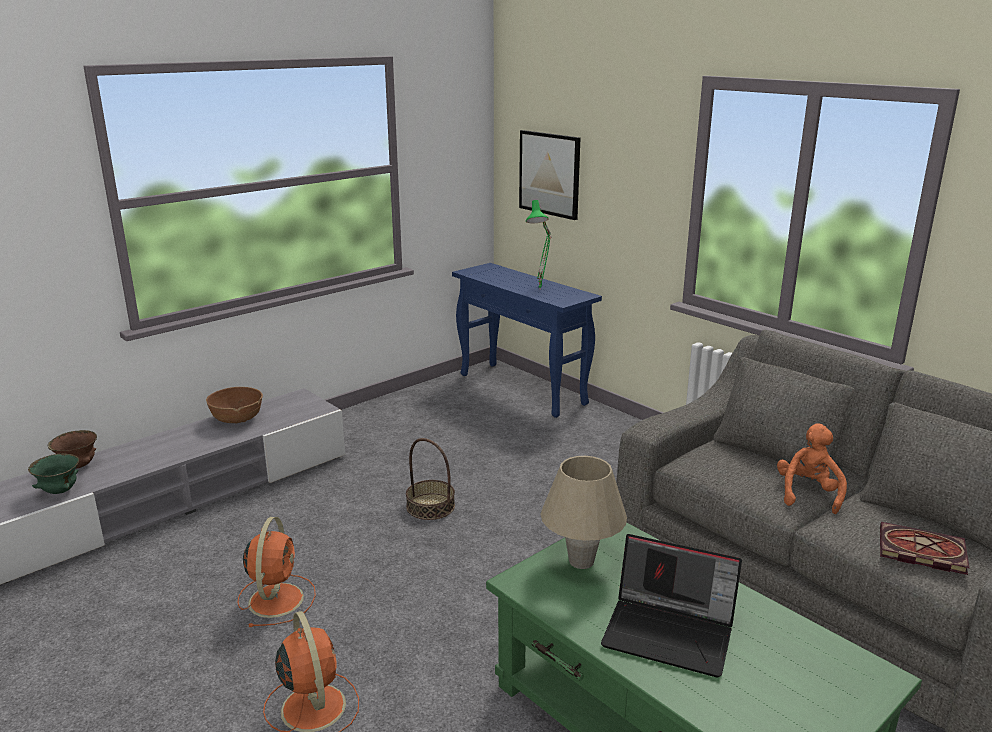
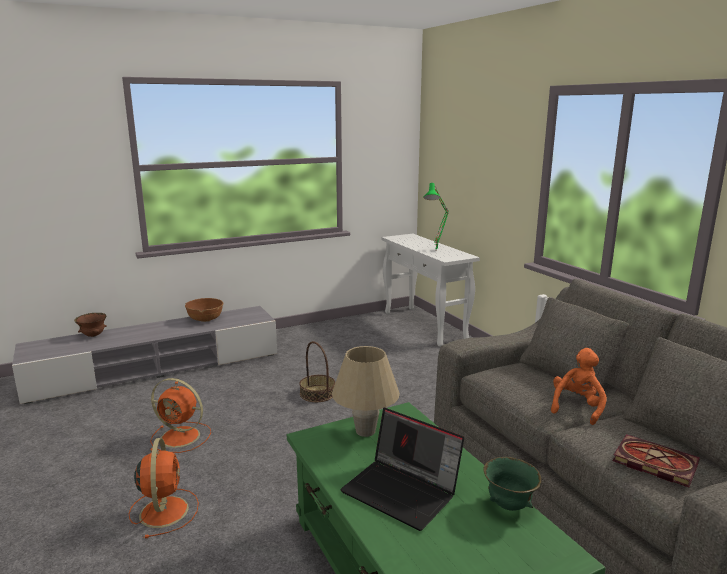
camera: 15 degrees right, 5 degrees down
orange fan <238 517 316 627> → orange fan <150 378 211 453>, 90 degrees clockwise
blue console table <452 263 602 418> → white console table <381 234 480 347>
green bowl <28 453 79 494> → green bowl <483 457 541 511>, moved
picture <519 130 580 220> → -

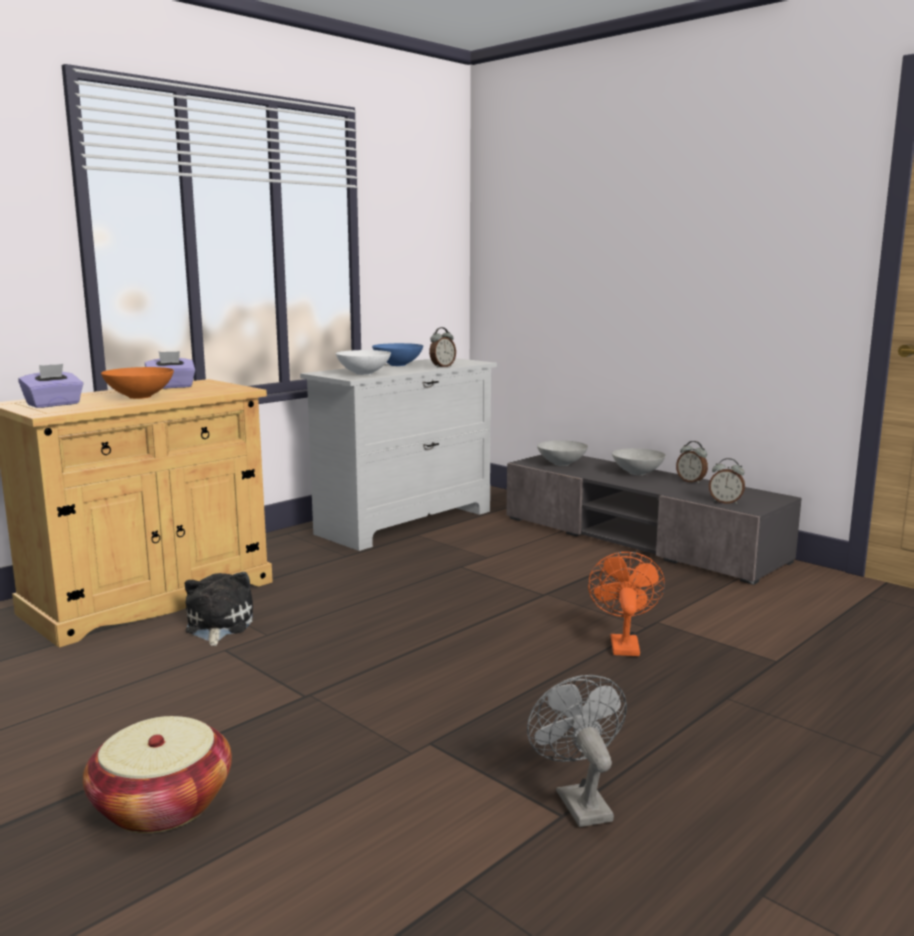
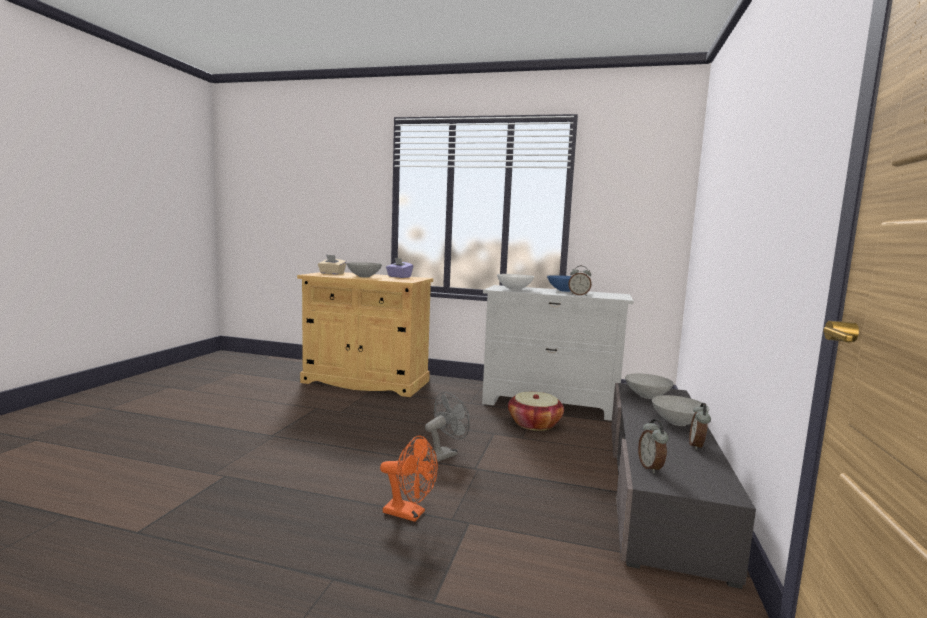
camera: 60 degrees right, 5 degrees down
purple tissue box <18 364 83 408> → beige tissue box <318 255 346 275>
orange bowl <101 367 174 399> → grey bowl <347 262 382 277>
orange fan <588 552 665 656> → orange fan <380 436 438 522>, 45 degrees clockwise
grey fan <527 675 627 827> → grey fan <425 392 469 462>, moved
basket <83 716 232 833> → basket <508 392 564 431>, moved
plush toy <185 572 253 646> → -

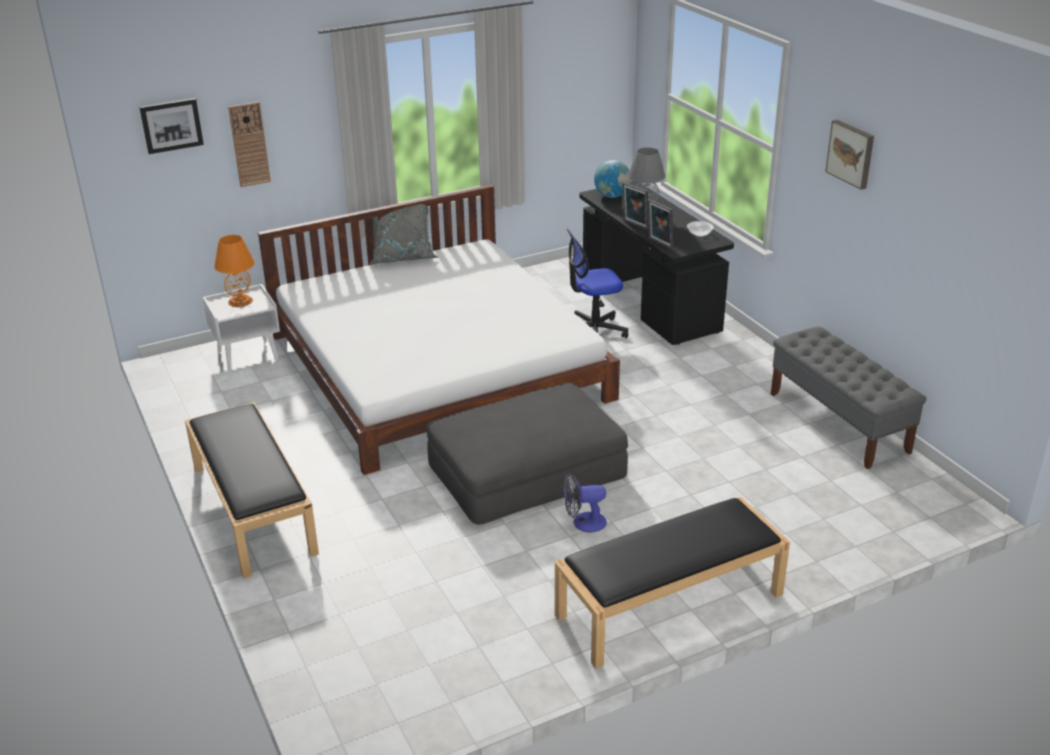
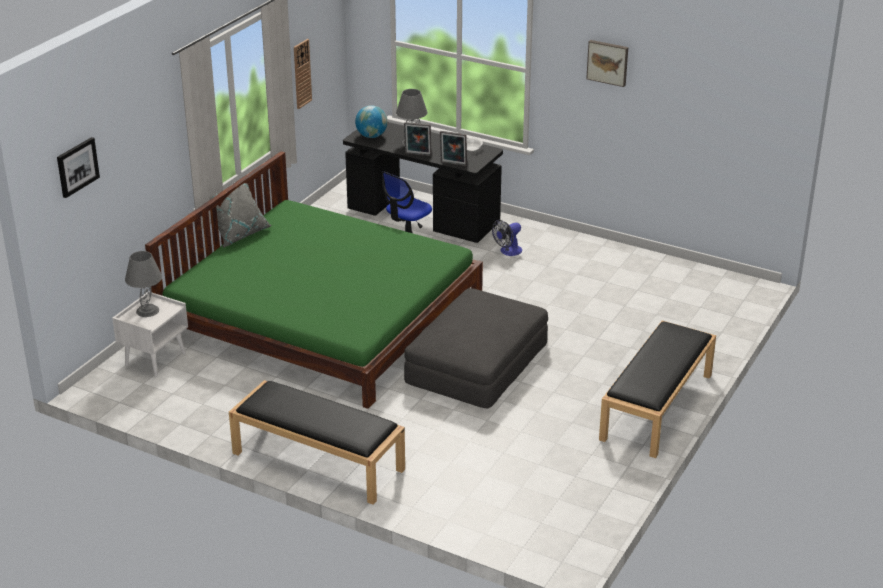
camera: 35 degrees left, 0 degrees up
orange table lamp <214 235 255 307> → grey table lamp <125 251 162 317>
white bed <258 184 620 475> → green bed <145 151 483 409>
wall clock <228 102 271 187> → wall clock <294 39 312 109>, moved
fan <564 473 607 533> → fan <492 220 522 256>, moved
grey bench <771 327 926 469> → -

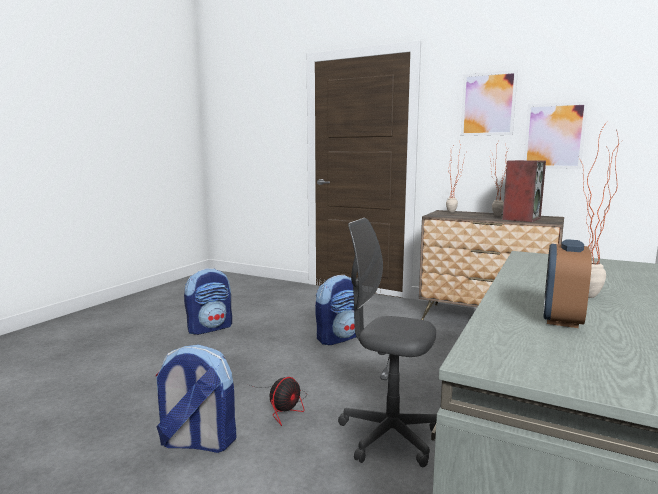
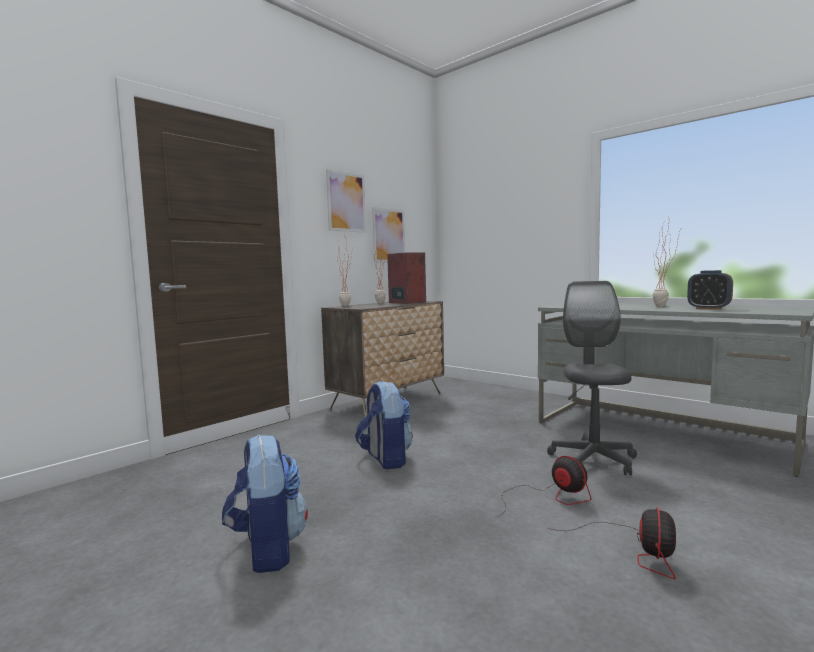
camera: 75 degrees left, 5 degrees down
grey office chair <338 218 437 467> → grey office chair <547 281 637 476>, 150 degrees clockwise
backpack <155 344 236 453> → fan <548 508 676 579>

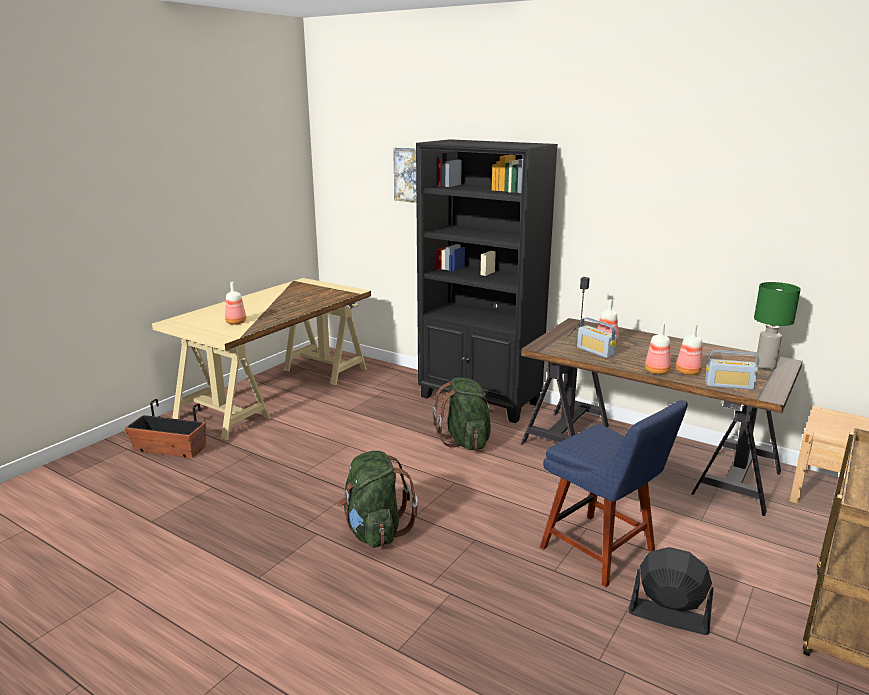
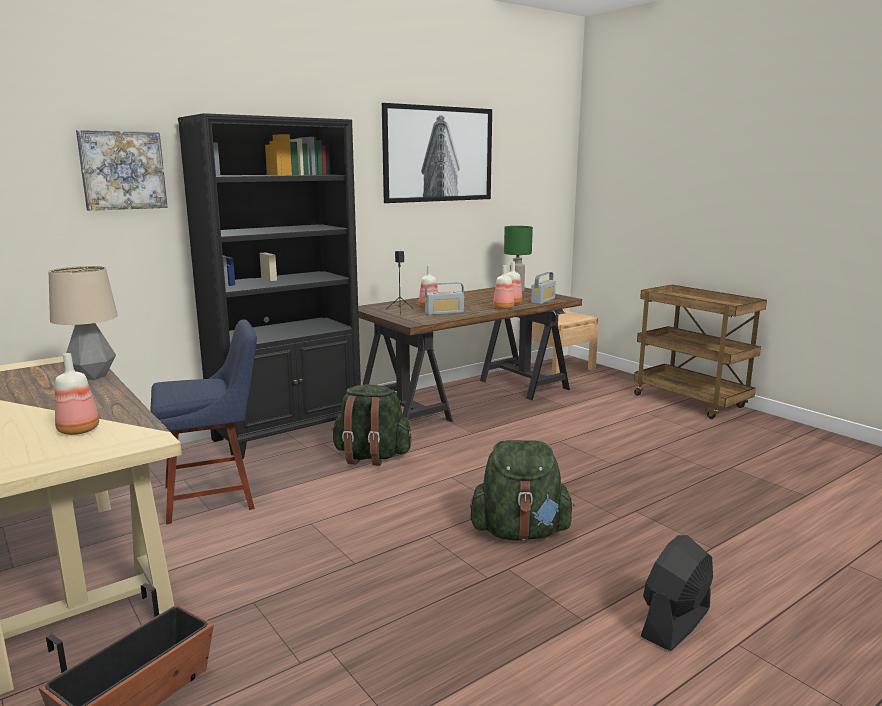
camera: 70 degrees left, 5 degrees down
- → table lamp <49 266 118 380>
blue chair <540 400 688 587> → blue chair <150 319 257 524>, moved
- → picture <382 103 492 203>
black fan <628 547 714 635> → black fan <641 535 713 651>, moved

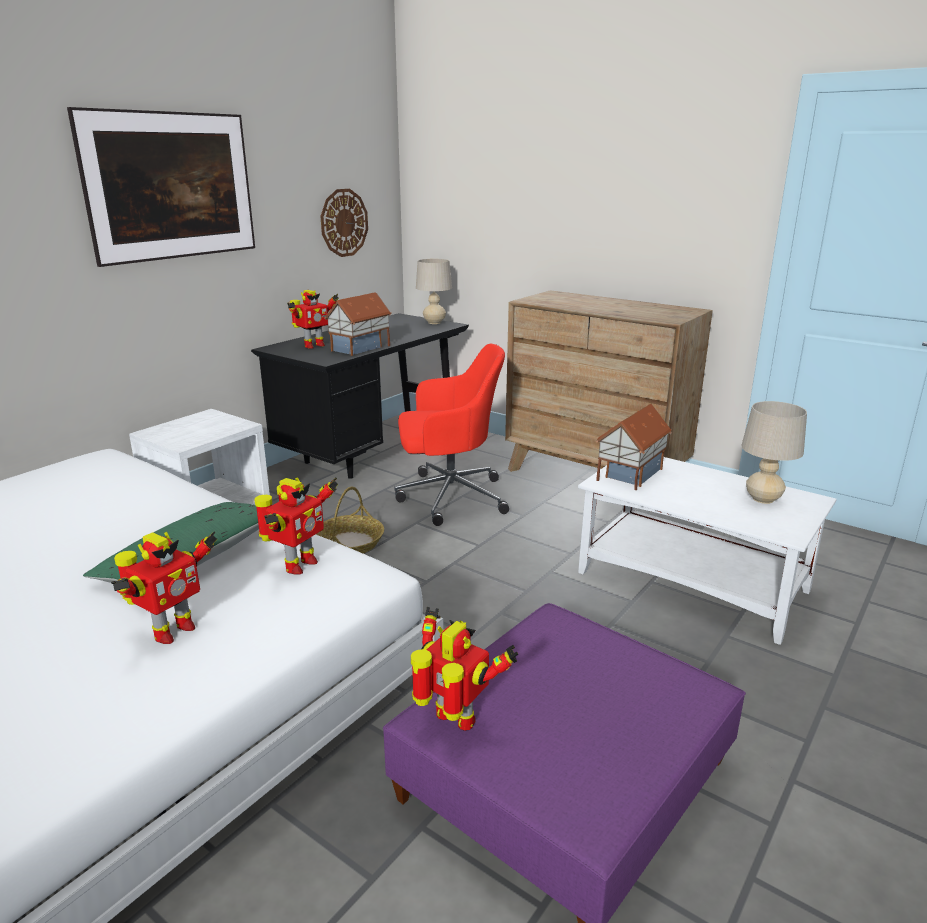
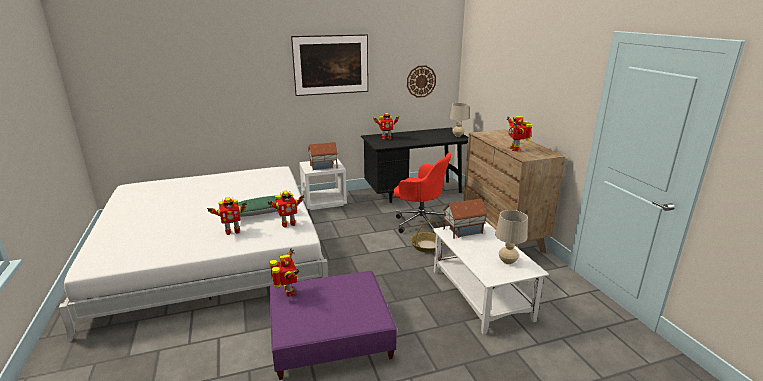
camera: 35 degrees right, 0 degrees up
toy house <325 292 392 356> → toy house <308 142 338 170>, moved
basket <316 487 384 554> → basket <410 220 444 253>, moved
- → toy robot <507 116 532 151>

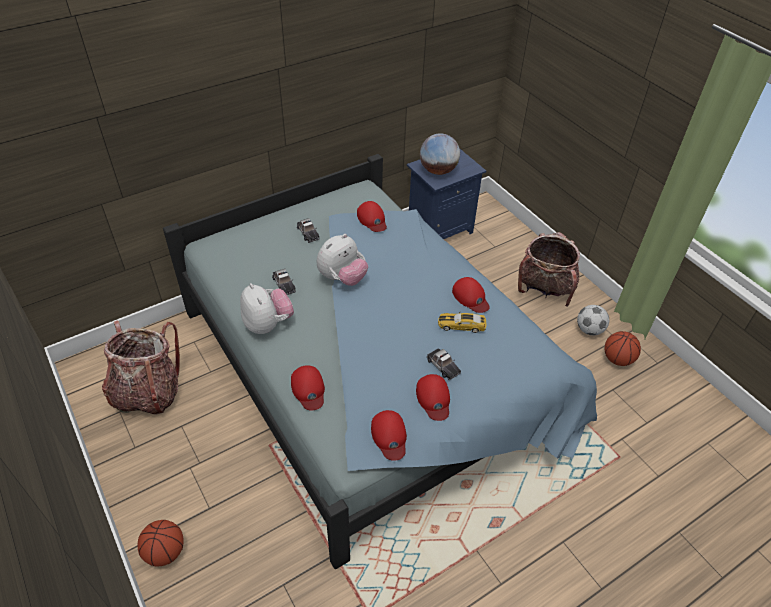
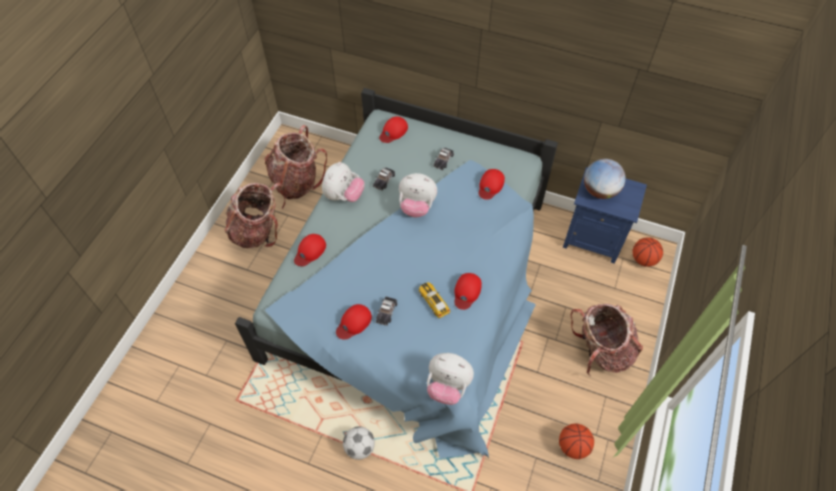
camera: 55 degrees right, 10 degrees up
- → backpack <225 182 286 248>
football <577 305 609 335> → football <343 426 375 460>, moved
red cap <371 410 407 461> → red cap <379 116 408 143>, moved
- → plush toy <427 353 474 405>
basketball <138 520 184 567> → basketball <632 237 663 267>, moved

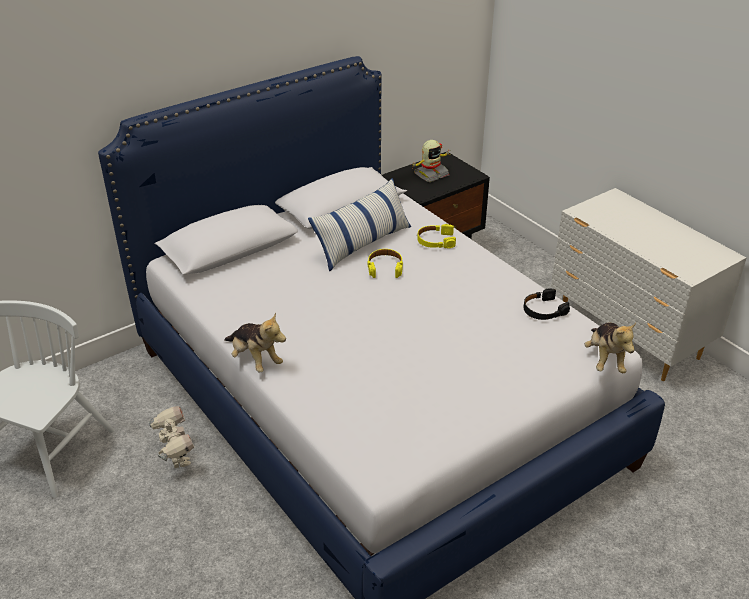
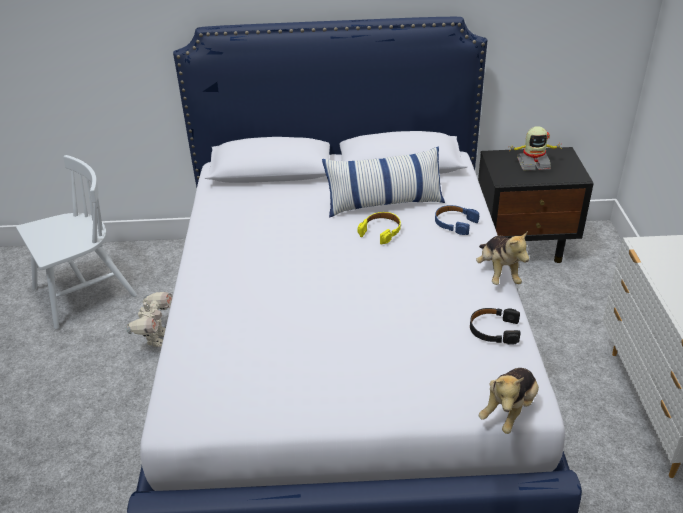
camera: 35 degrees right, 0 degrees up
yellow headphones <417 224 456 249> → blue headphones <435 205 479 235>
plush toy <224 312 286 372> → plush toy <476 231 529 285>, moved

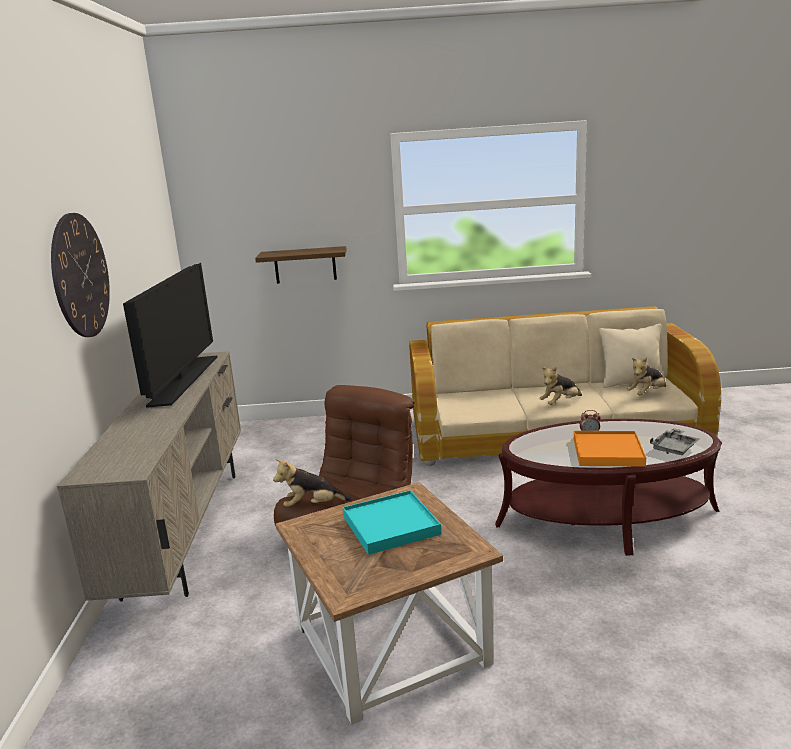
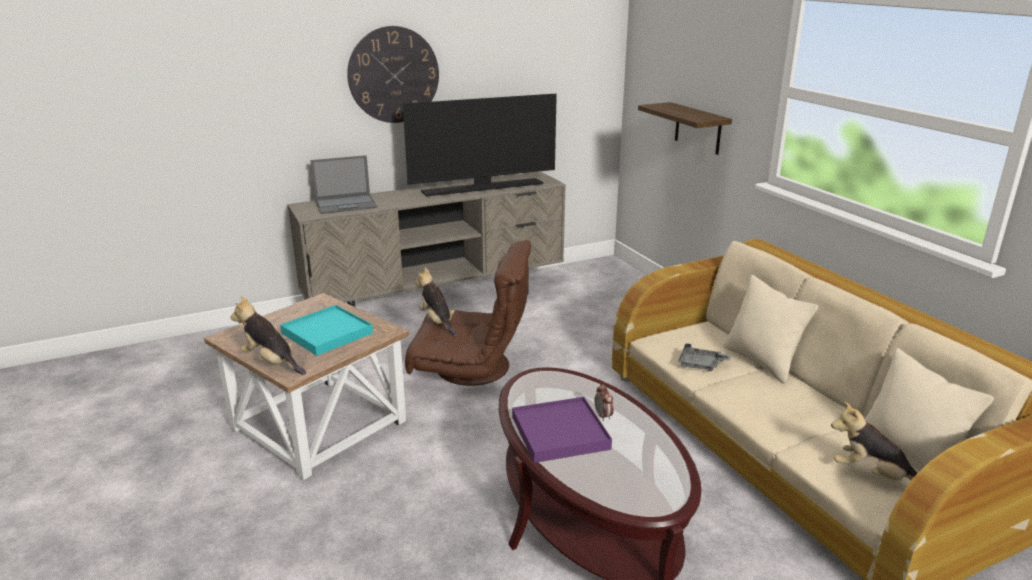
camera: 65 degrees right, 5 degrees up
plush toy <540 367 582 405> → plush toy <230 296 306 375>, moved
- → laptop <310 155 377 214>
orange tray <574 431 646 467> → purple tray <512 397 612 463>
grey tray <650 428 699 455> → grey tray <678 343 731 371>, moved
- → beige pillow <723 275 818 383>

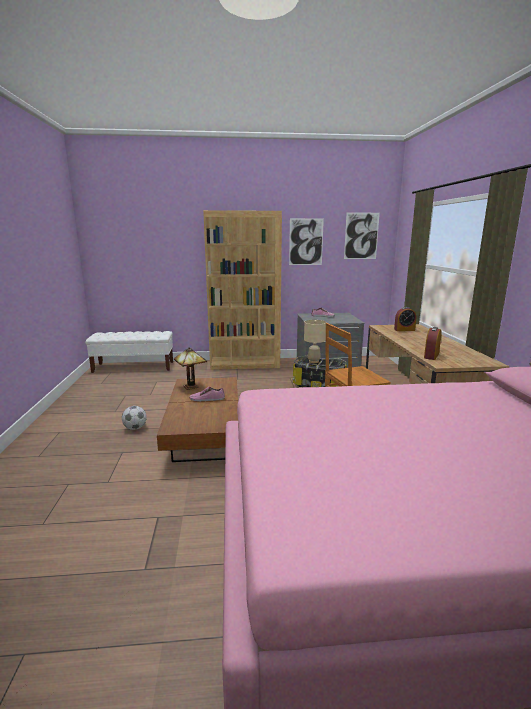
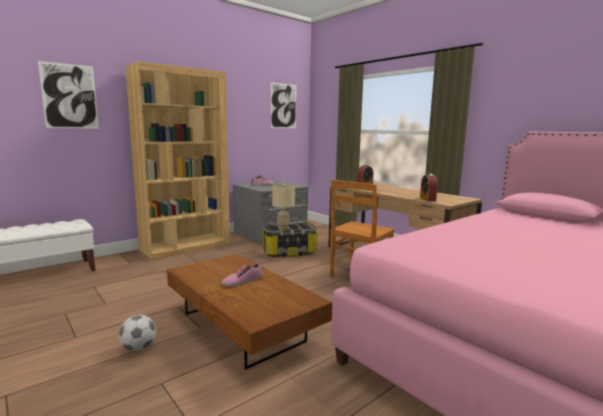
camera: 35 degrees left, 5 degrees down
picture <289 218 324 265> → picture <38 61 99 129>, moved
table lamp <174 347 207 390> → -

